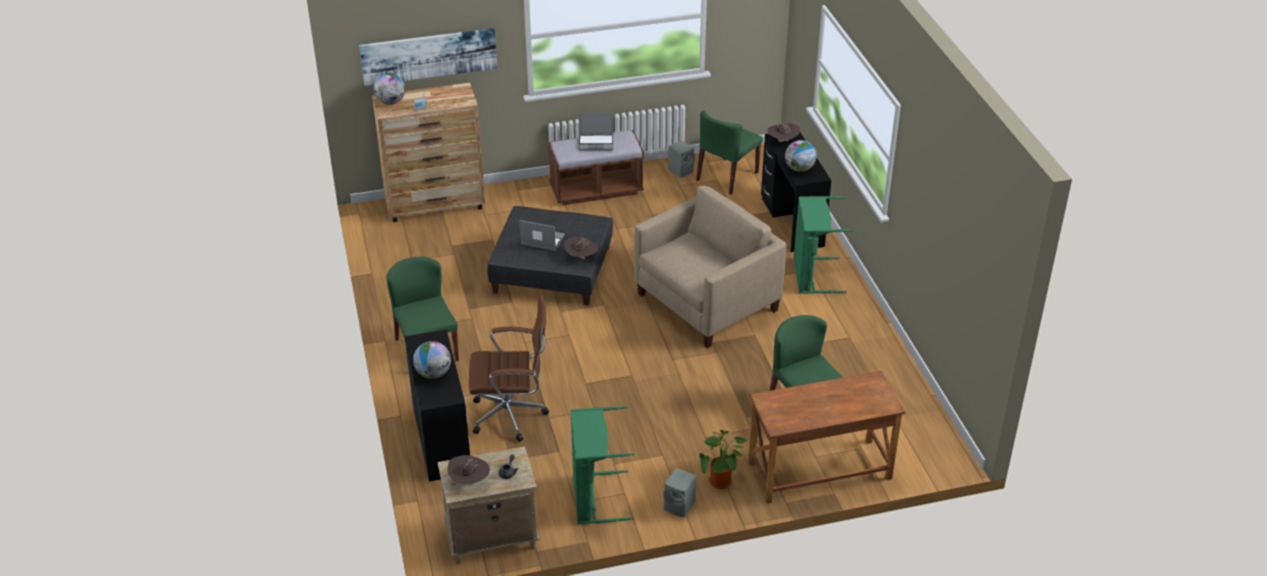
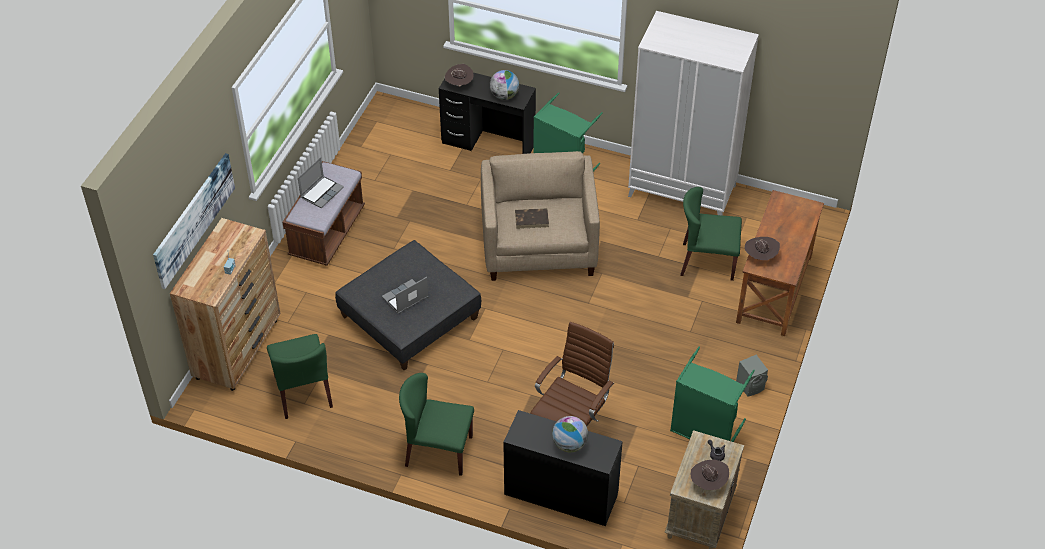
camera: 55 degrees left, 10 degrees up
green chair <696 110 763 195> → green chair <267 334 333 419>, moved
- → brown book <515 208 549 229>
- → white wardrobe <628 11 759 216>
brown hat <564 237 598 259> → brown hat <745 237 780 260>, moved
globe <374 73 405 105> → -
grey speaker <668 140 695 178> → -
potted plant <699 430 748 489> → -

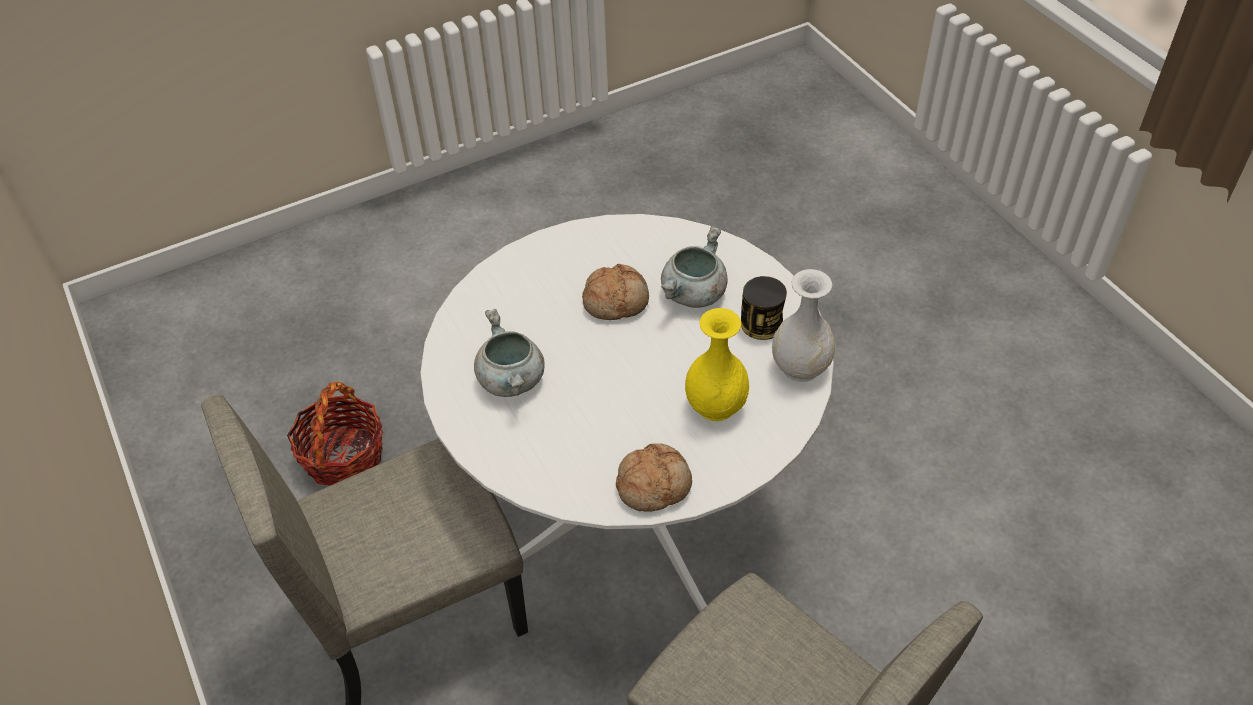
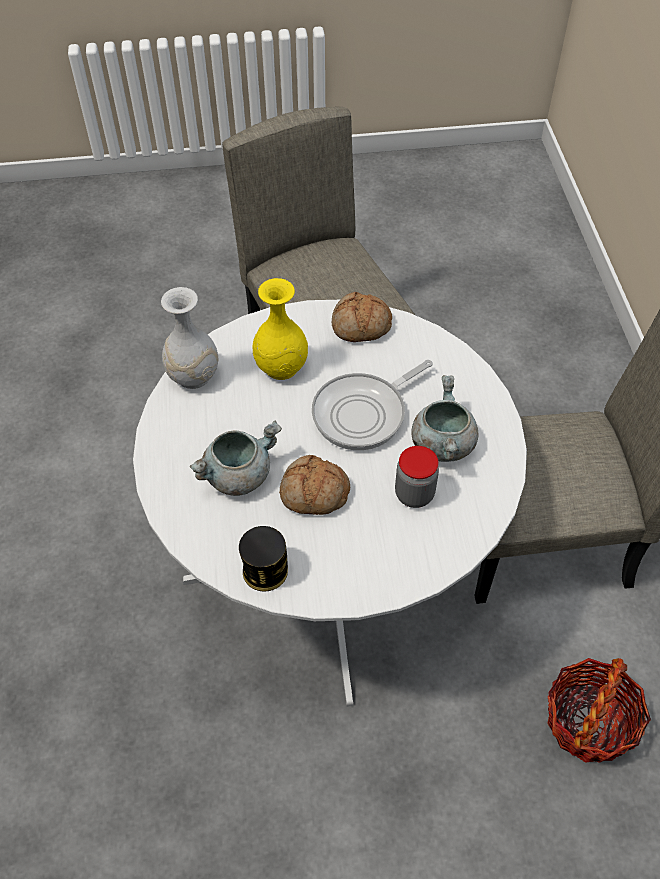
camera: 160 degrees left, 5 degrees up
can <741 276 787 340> → can <239 526 288 592>, moved
- → frying pan <312 359 433 450>
- → jar <395 446 439 508>

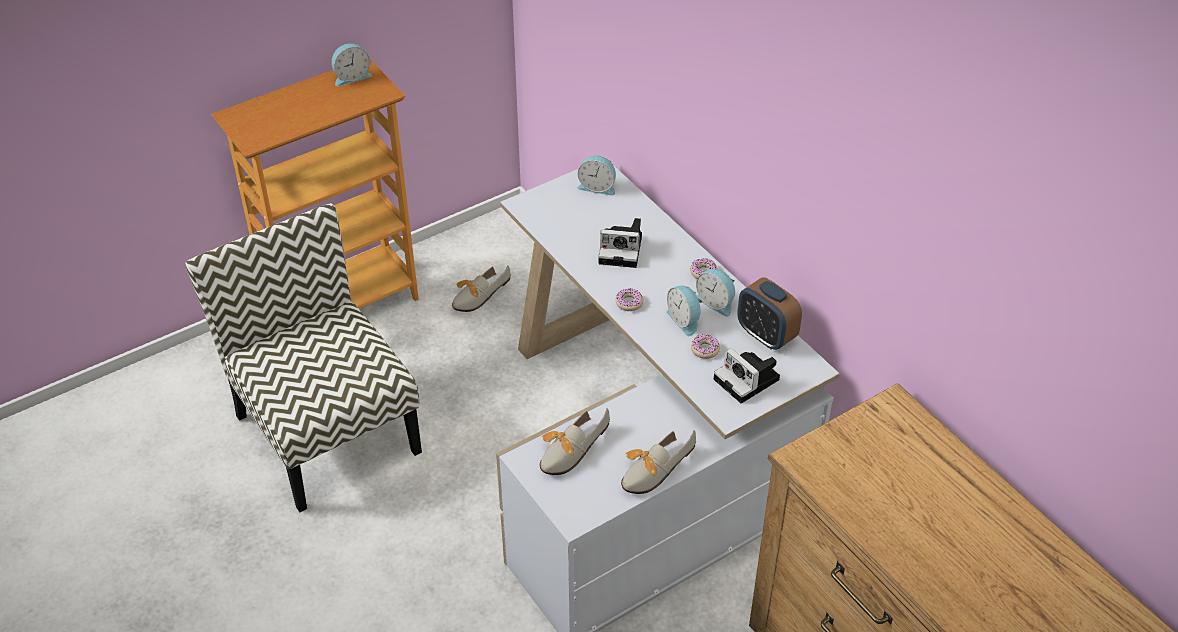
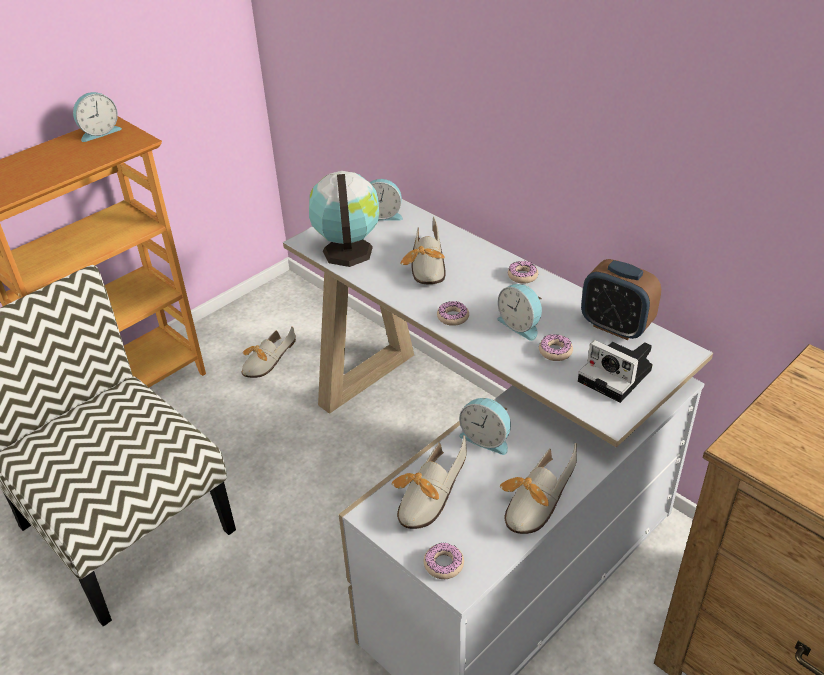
camera: 10 degrees left, 5 degrees down
- → globe <309 171 379 267>
photo camera <598 218 642 268> → shoe <400 217 446 284>
- → donut <424 542 464 579>
alarm clock <696 269 735 317> → alarm clock <459 398 511 455>, moved

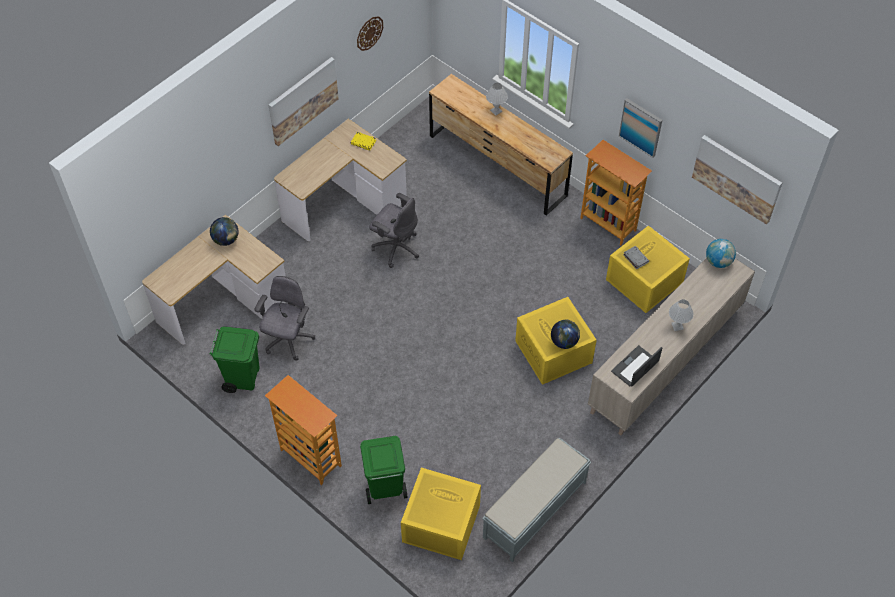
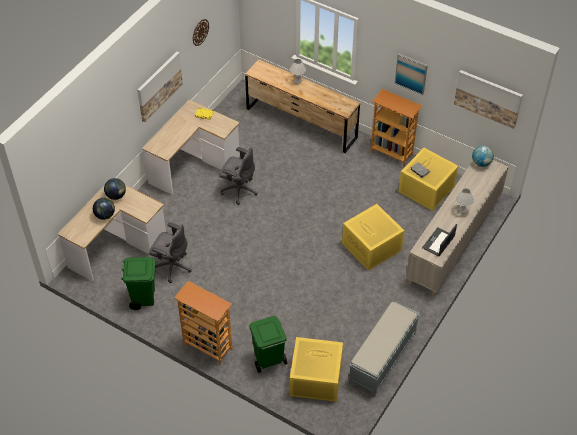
camera: 10 degrees left, 5 degrees down
globe <551 320 580 349> → globe <93 198 115 220>, moved
grey office chair <255 276 315 361> → grey office chair <149 223 191 283>, 105 degrees clockwise

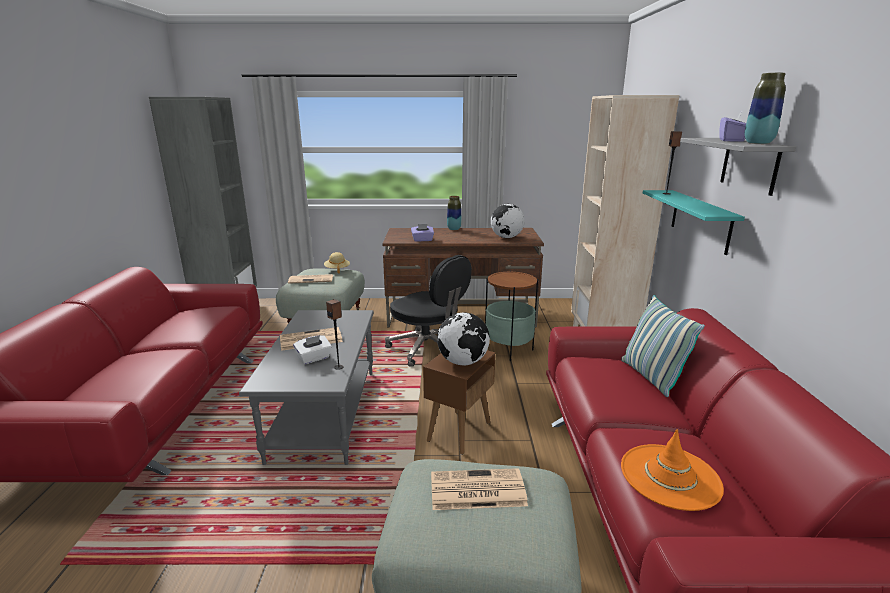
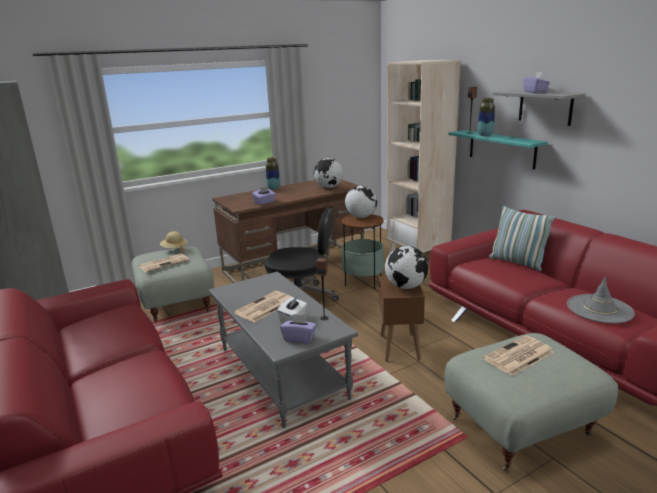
camera: 30 degrees left, 0 degrees up
- → purple tissue box <280 314 317 343>
- → globe <345 186 377 218>
vase <745 73 786 144> → vase <478 98 495 136>, moved
orange hat <621 429 724 511> → grey hat <567 277 635 324>

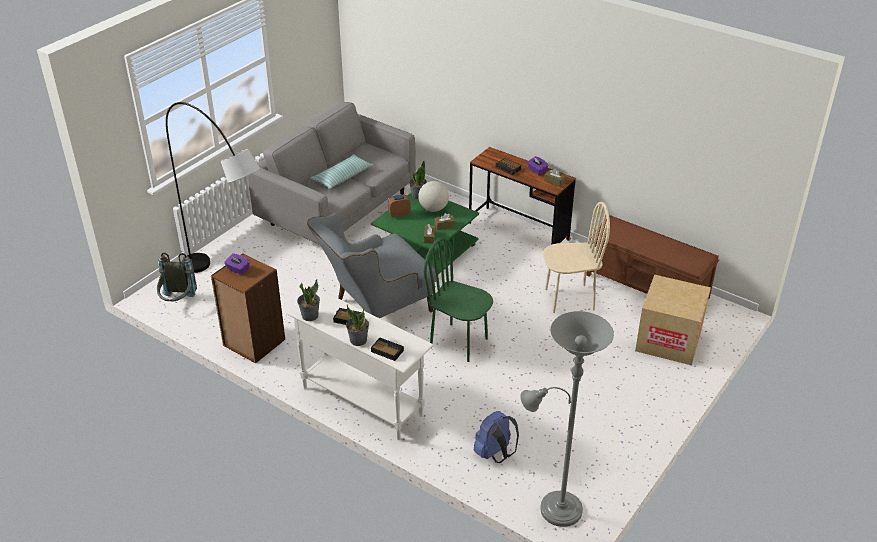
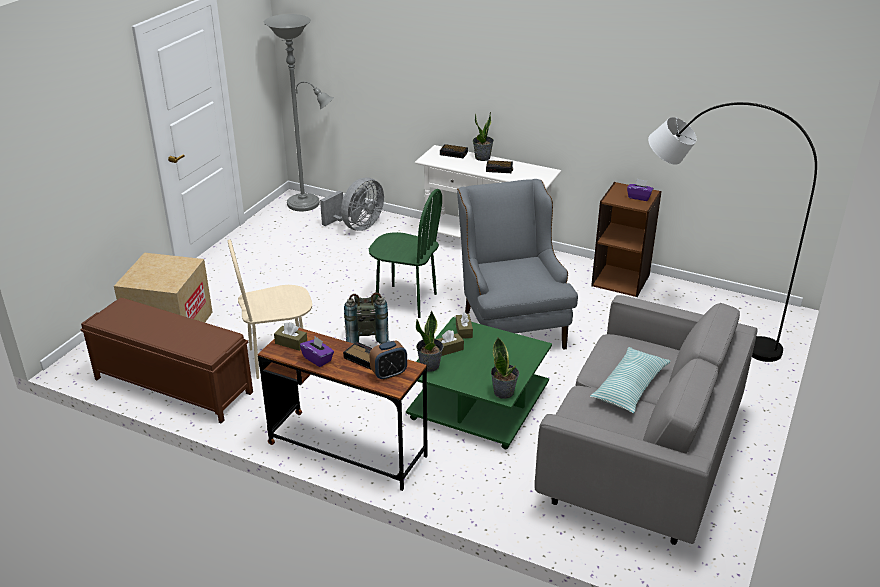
camera: 170 degrees right, 5 degrees down
blue backpack <473 411 519 463> → grey fan <320 177 384 231>
grey backpack <157 253 197 301> → grey backpack <344 292 390 344>, moved
alarm clock <388 195 411 218> → alarm clock <370 340 407 380>, moved
potted plant <297 279 320 321> → potted plant <416 311 444 372>, moved
grey armchair <307 213 436 318> → grey armchair <457 179 578 350>, 60 degrees counterclockwise
globe <418 181 449 212> → -

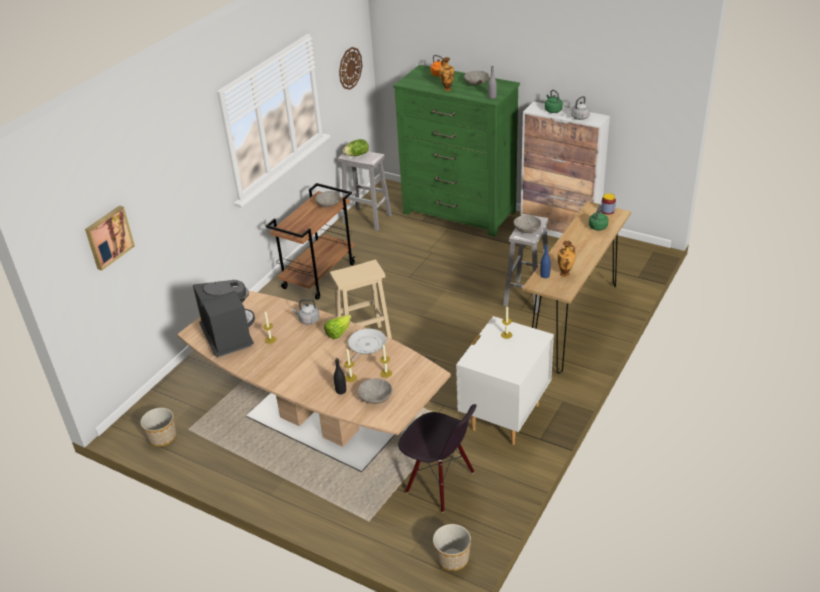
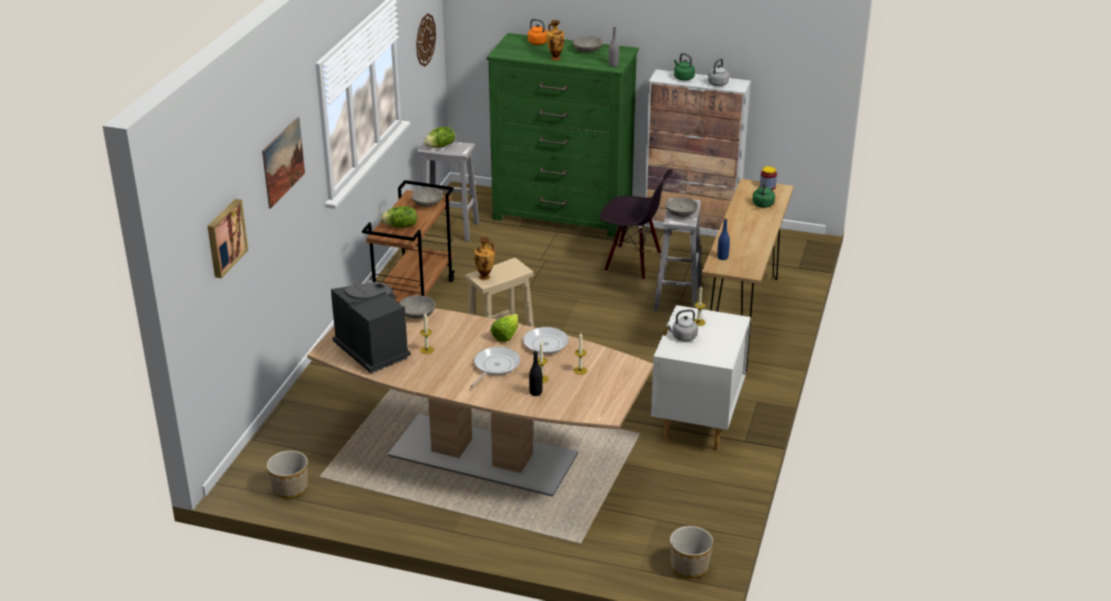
camera: 15 degrees left, 5 degrees down
- → picture <262 117 305 209>
- → lettuce <380 206 417 228>
grey bowl <358 378 392 404> → grey bowl <399 295 436 319>, moved
- → frying pan <470 347 520 387>
vase <557 241 576 277> → vase <474 237 495 280>, moved
black chair <398 404 476 512> → black chair <600 169 673 280>, moved
grey kettle <292 299 320 325> → grey kettle <665 309 698 341>, moved

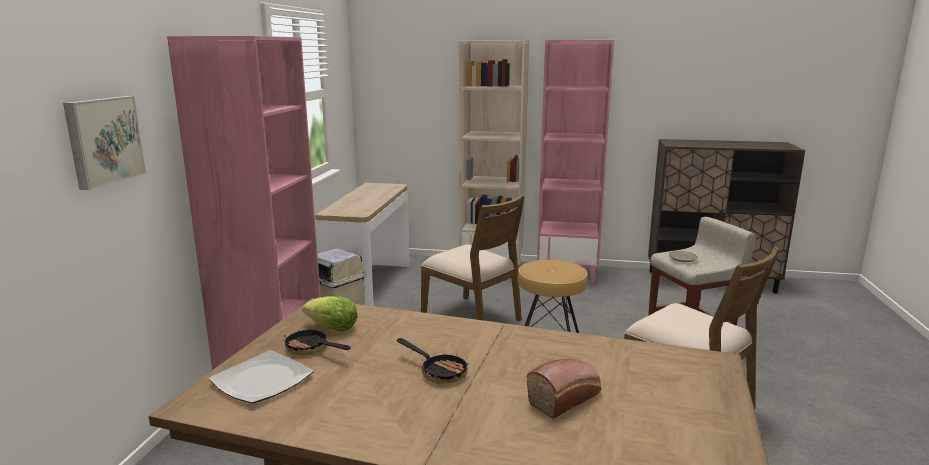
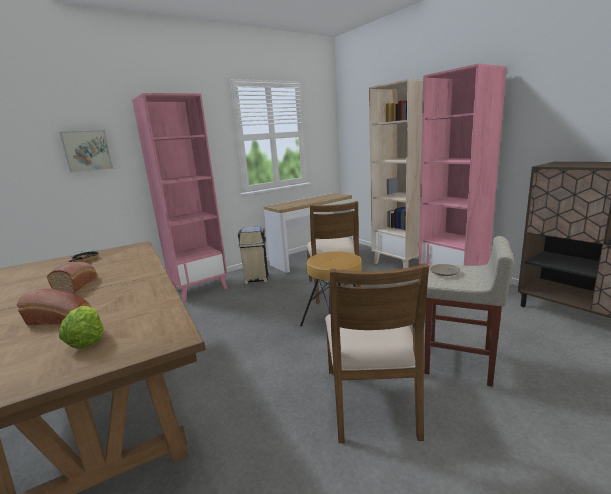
camera: 45 degrees right, 0 degrees up
frying pan <397 338 469 384> → bread <47 262 97 293>
lettuce <302 296 358 332> → lettuce <59 306 104 349>, moved
plate <209 350 314 403> → -

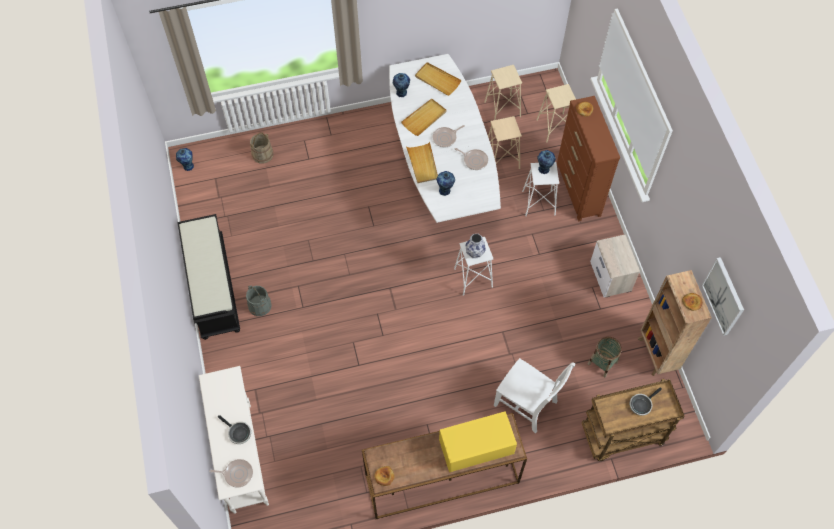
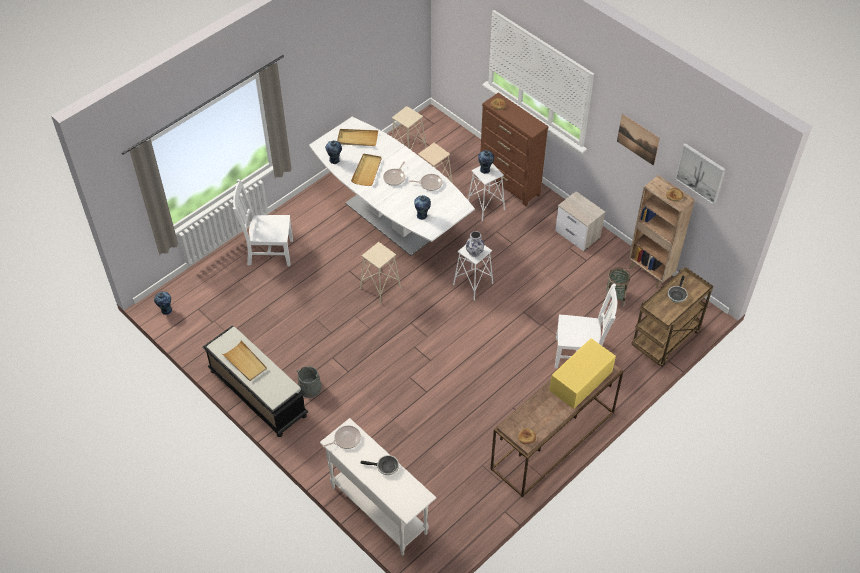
camera: 30 degrees left, 10 degrees down
beige tray <406 142 438 183> → beige tray <222 340 267 381>, moved
- → white chair <233 179 293 266>
frying pan <209 459 253 488> → frying pan <323 425 361 449>, moved
beige stool <537 84 576 142> → beige stool <360 242 401 304>, moved
- → picture <617 114 660 166>
beige bucket <250 132 274 164> → -

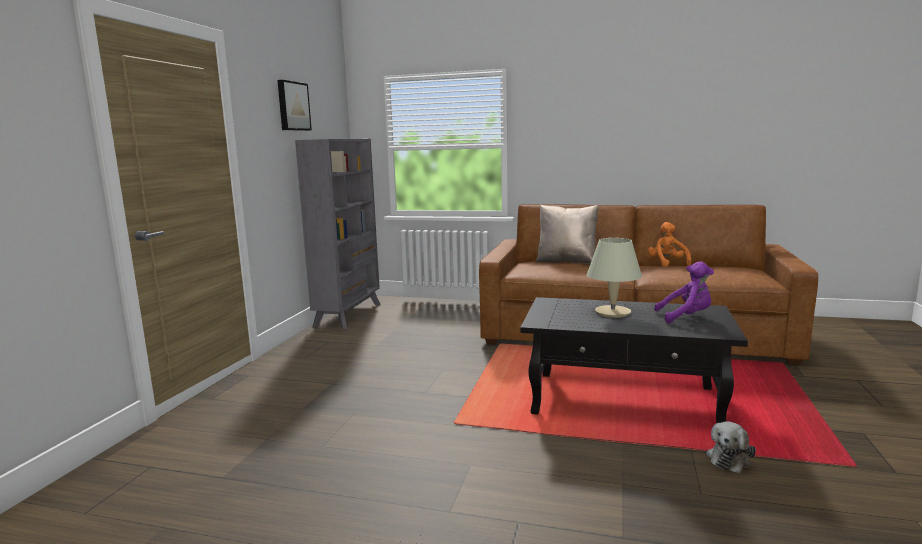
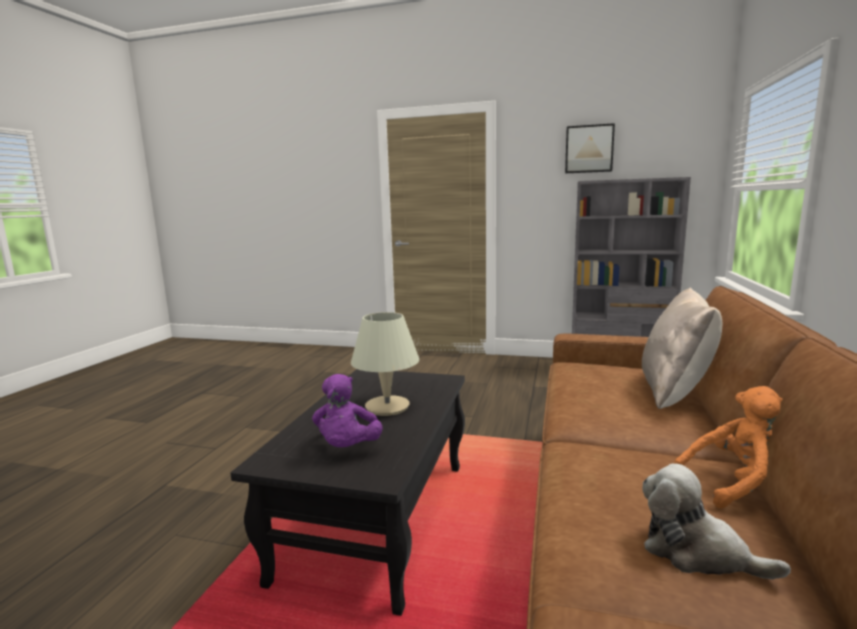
camera: 90 degrees right, 0 degrees up
plush toy <706 421 756 473> → plush toy <642 463 791 580>, moved

